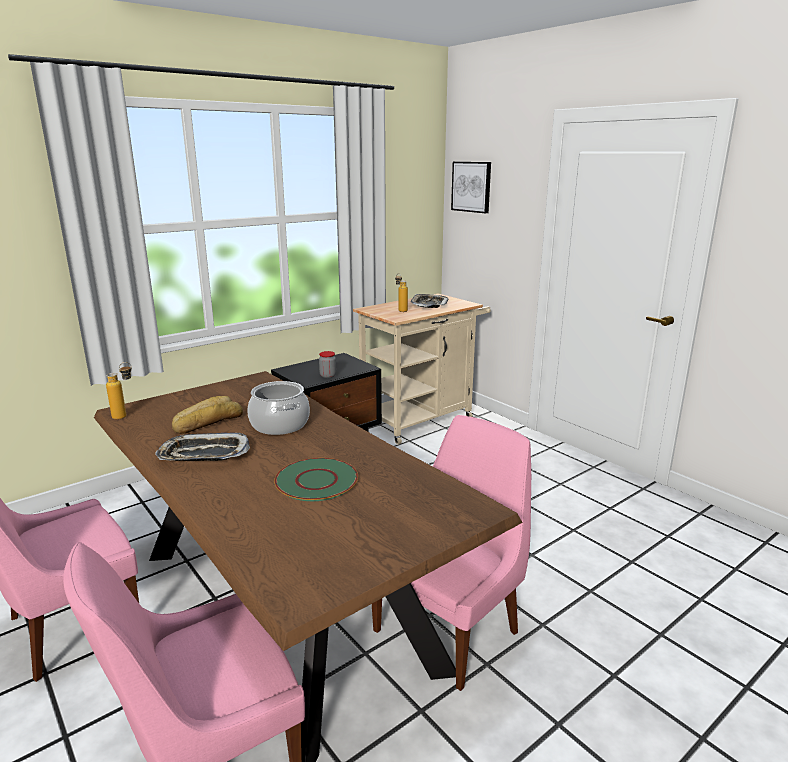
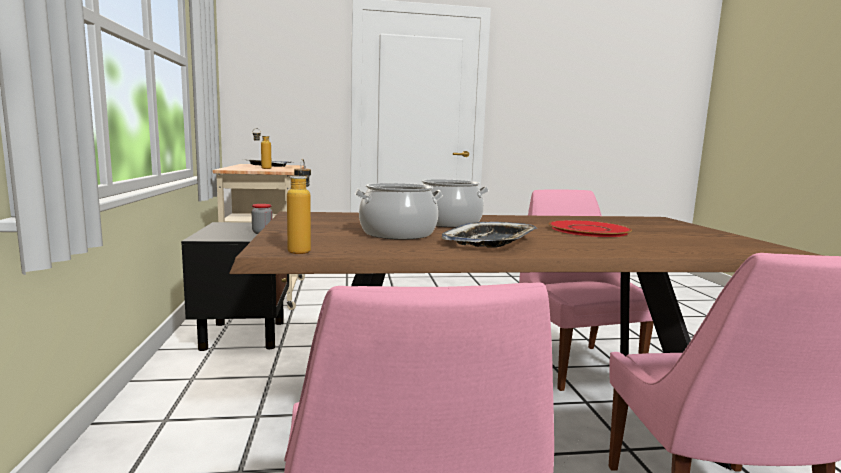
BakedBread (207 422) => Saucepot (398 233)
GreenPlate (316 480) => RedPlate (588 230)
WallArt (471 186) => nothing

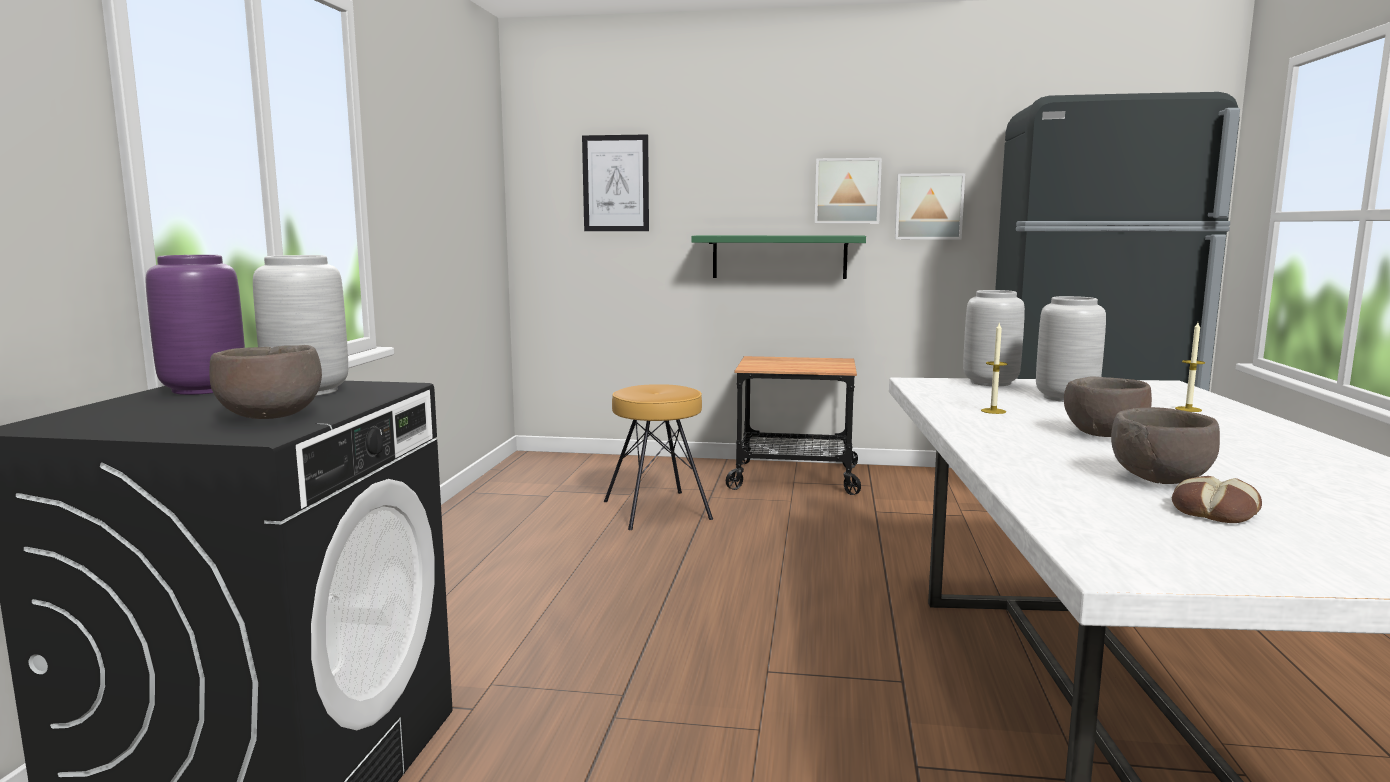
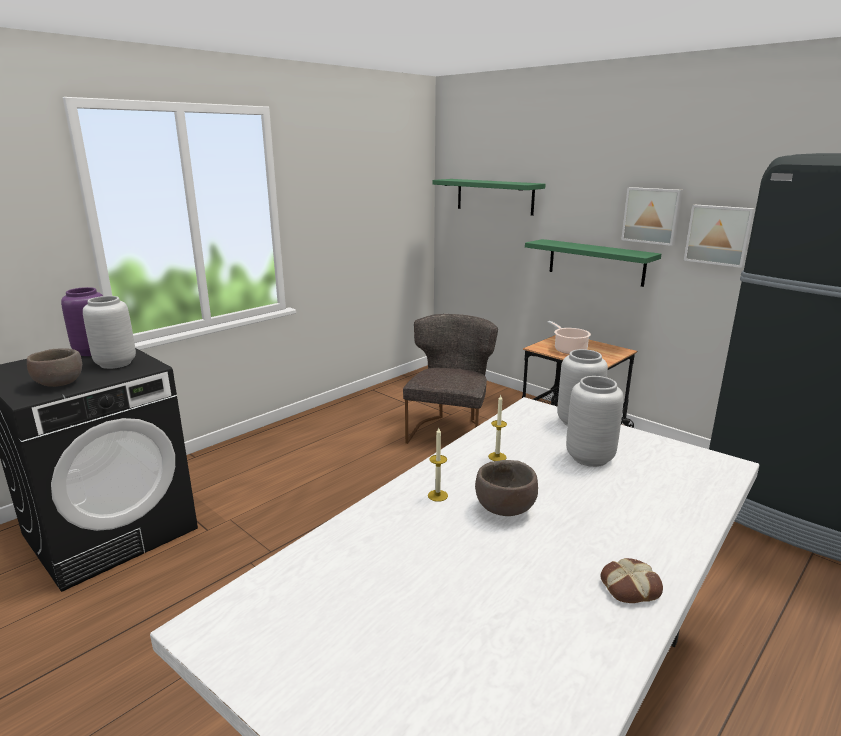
WallArt (615 183) => GreenWallShelf (494 196)
BrownishStoolSeat (657 510) => GreyishChair (450 431)
BrownishDeepDish (1158 480) => nothing
BakedBread (1213 511) => BakedBread (629 586), shifted
WaxCandle (1188 409) => WaxCandle (437 495), shifted
nothing => Saucepot (569 350)

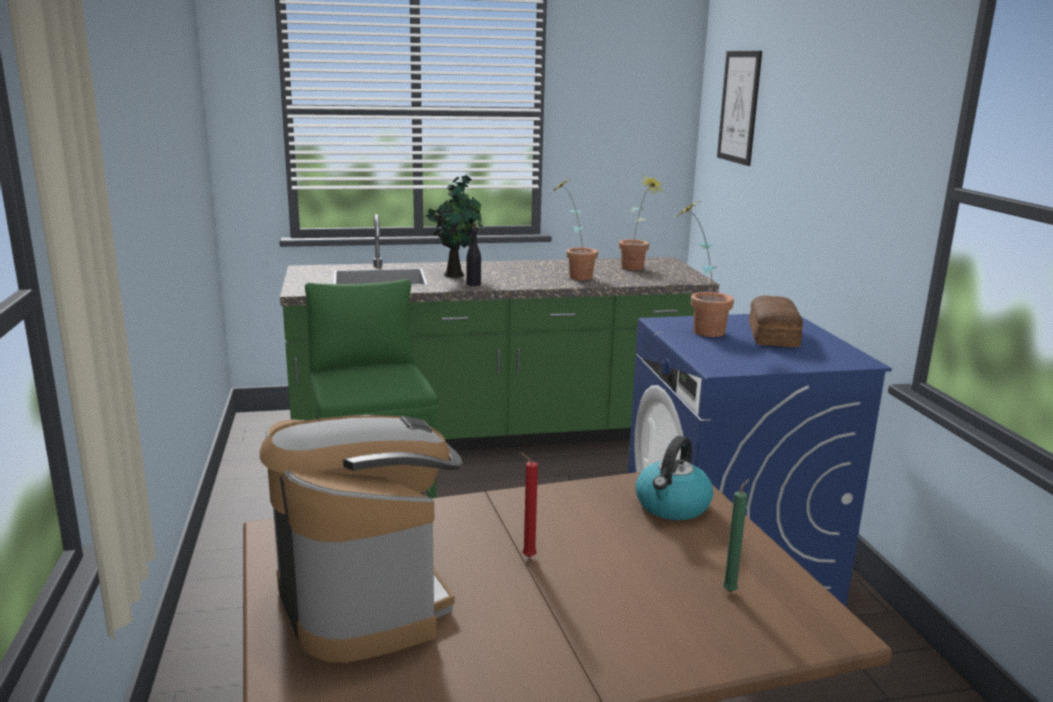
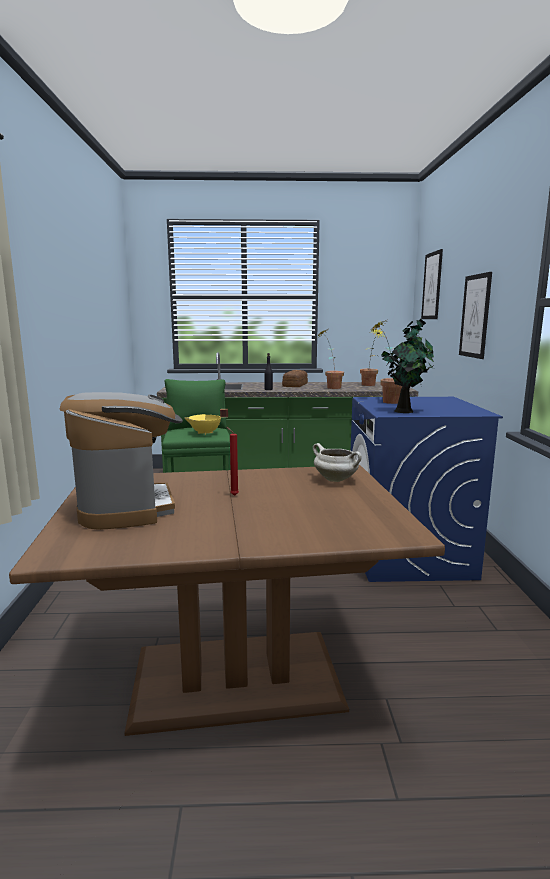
PlantInAPot (455 274) => PlantInAPot (404 411), shifted
WaterKettle (672 506) => WhiteSaucepot (336 480)
GreenWaxCandle (731 590) => nothing
BakedBread (772 335) => BakedBread (294 385), shifted
nothing => YellowSaucepot (205 433)
nothing => WallArt (475 316)

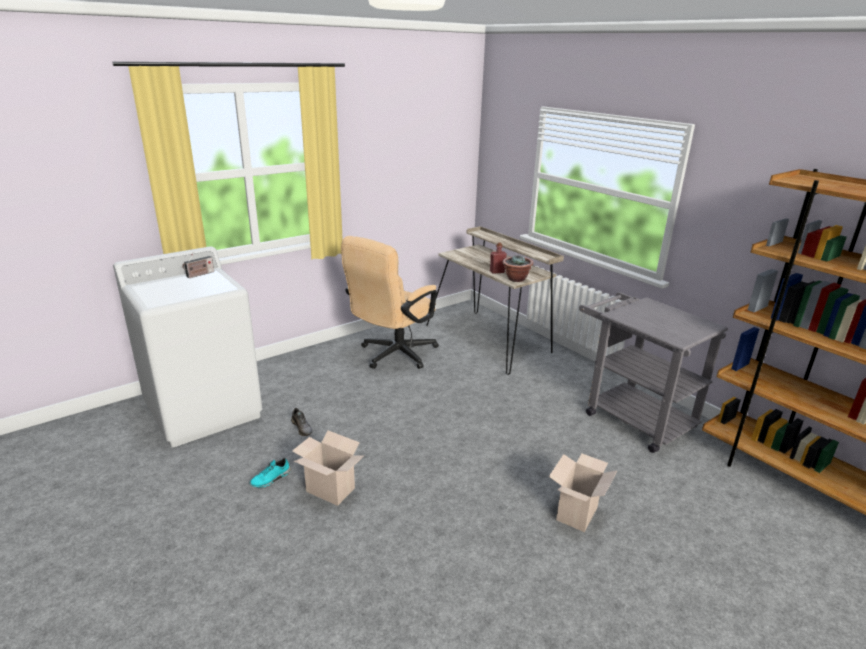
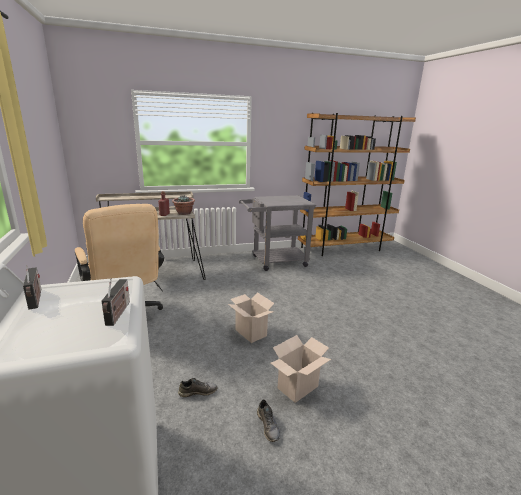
BlueGreenShoe (271 479) => GreyishShoe (268 426)
PackingBox (576 512) => PackingBox (249 332), shifted
nothing => RadioSet (118 314)

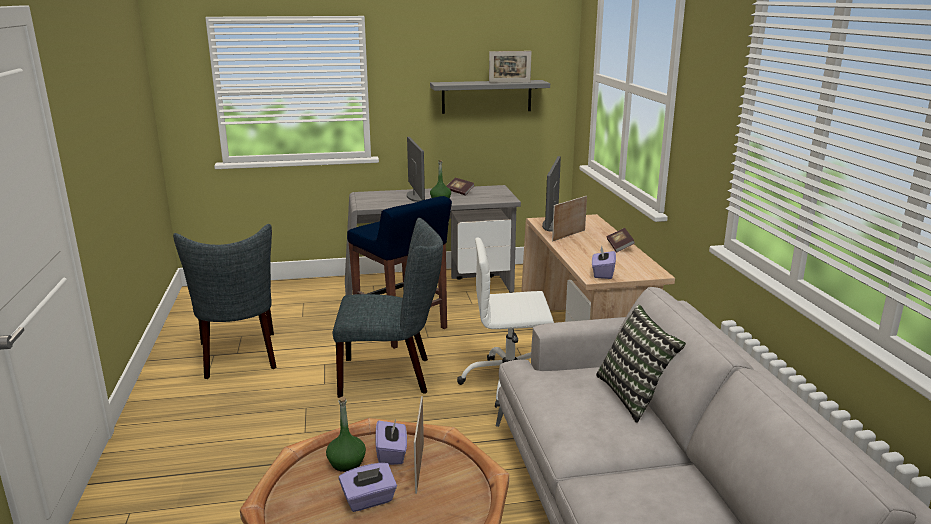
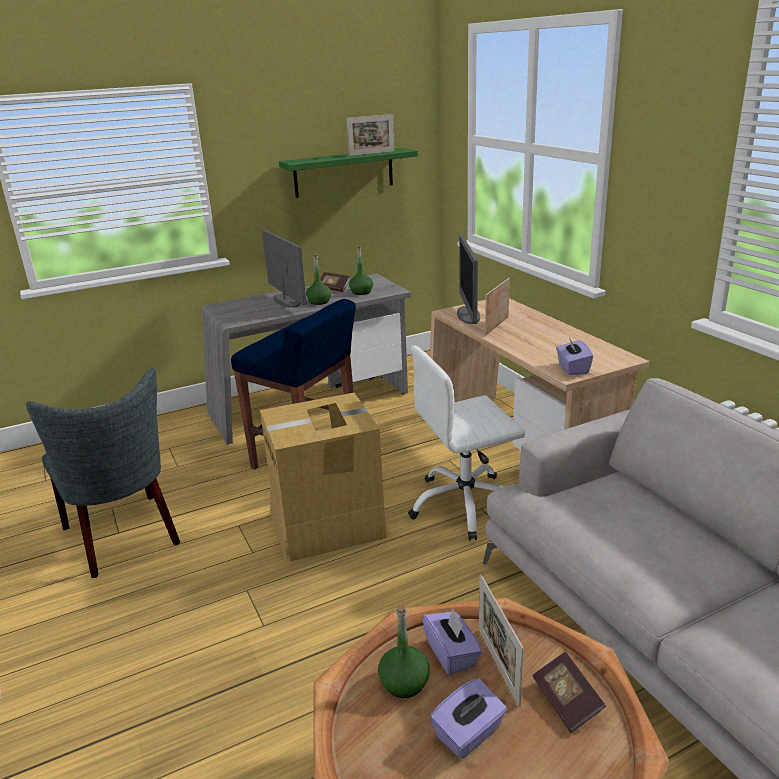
GreyishChair (392 376) => PackingBox (328 524)
GreyishWallShelf (486 96) => GreenWallShelf (344 172)
Cushion (635 395) => nothing
BoundBook (619 247) => BoundBook (566 701), shifted
nothing => GreenBottle (361 292)

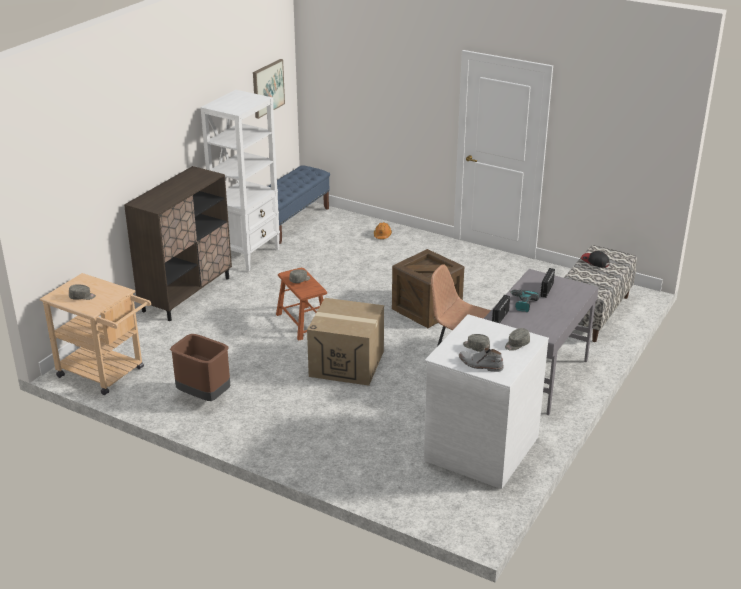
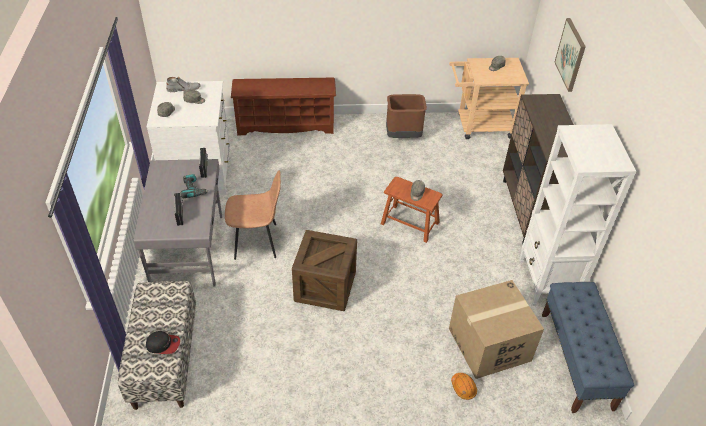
WallArt (267 88) => WallArt (571 54), shifted
PackingBox (347 363) => PackingBox (489 345), shifted
nothing => BrownishShoeRack (286 125)

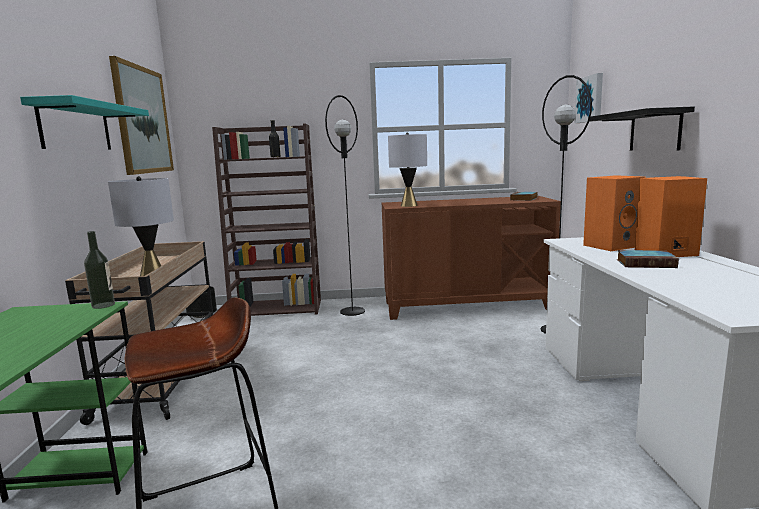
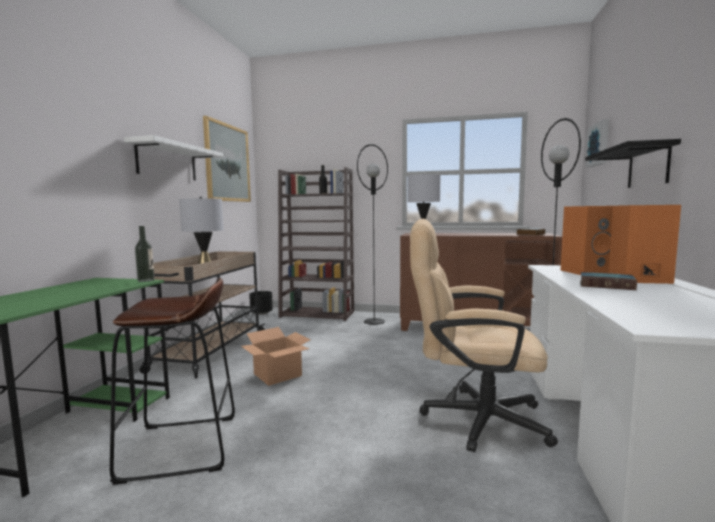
BlueGreenWallShelf (76 127) => WhiteWallShelf (167 162)
nothing => PackingBox (278 374)
nothing => BeigeColouredDeskChair (471 418)

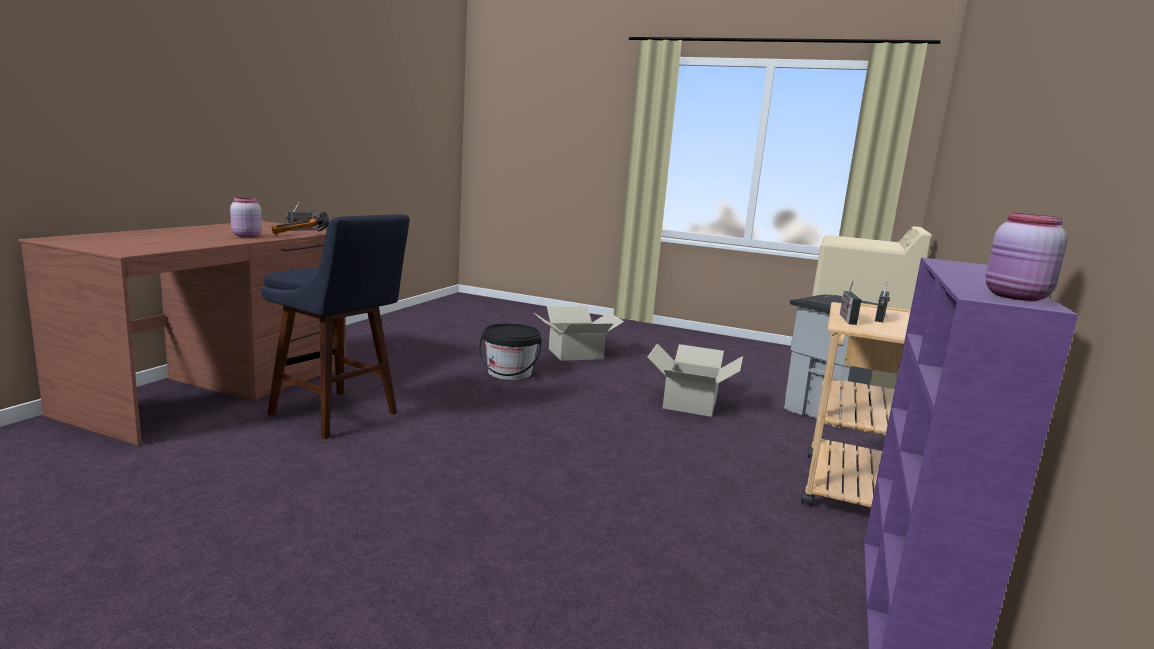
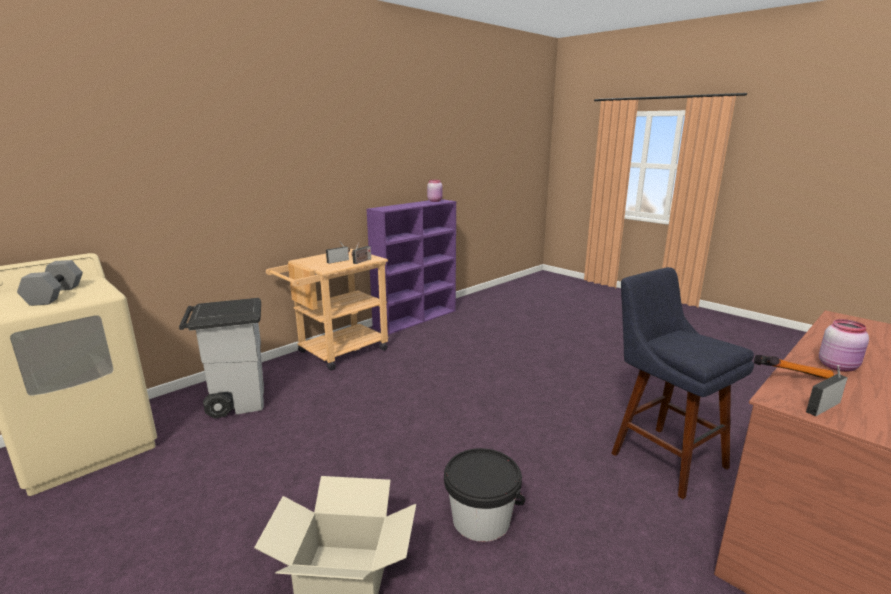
PackingBox (691 403) => nothing
nothing => GreyishDumbbell (54 294)

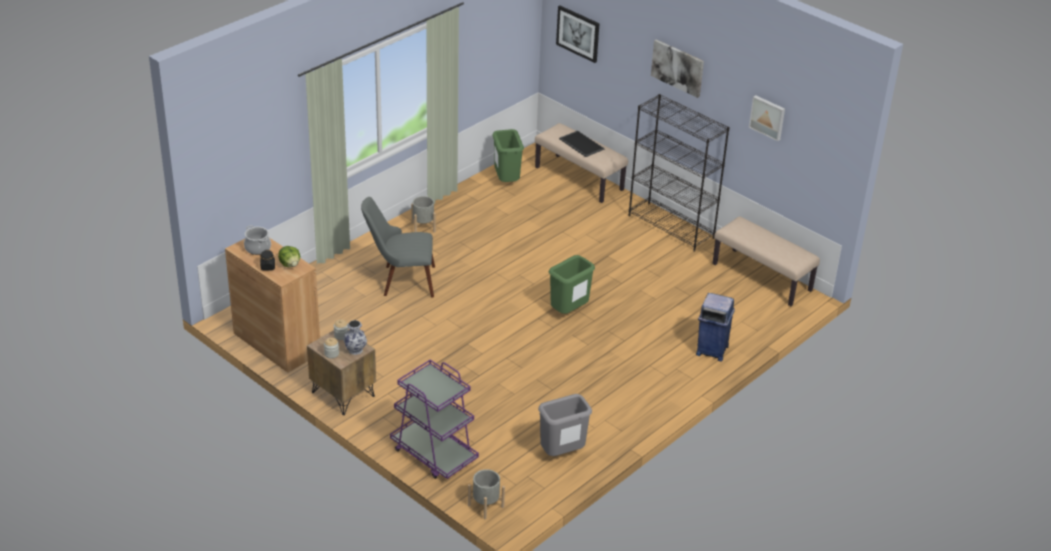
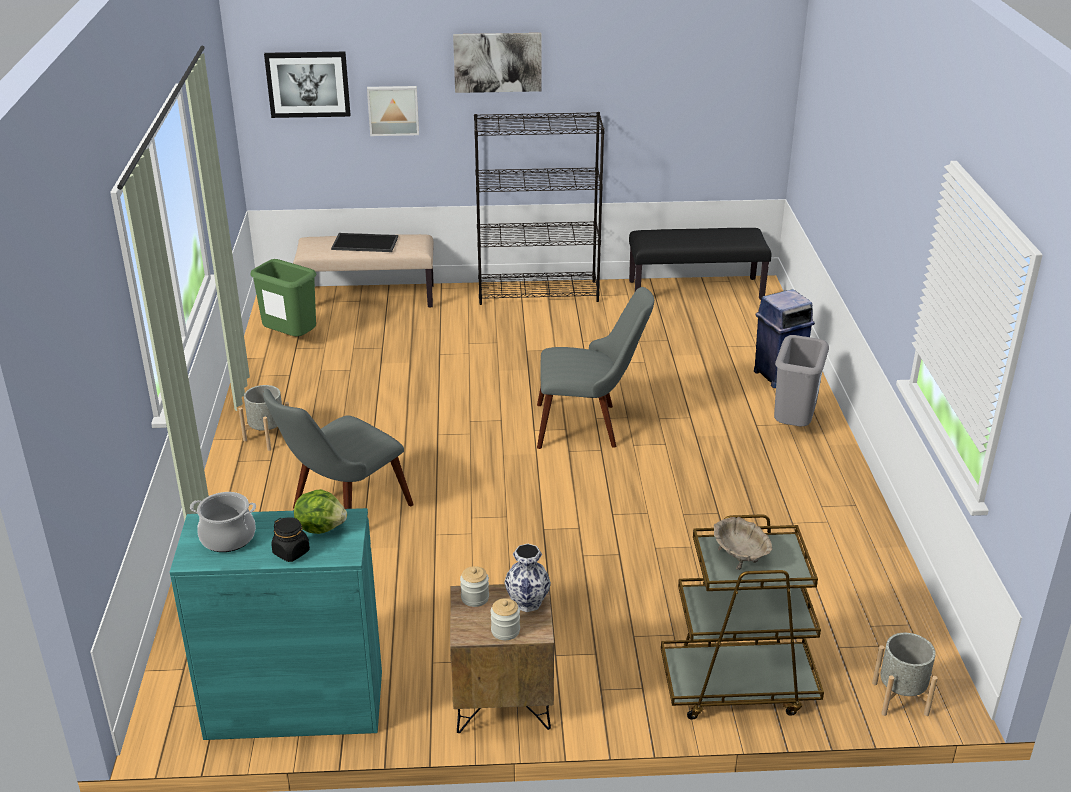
BrownishCupboard (277 343) => BlueGreenCupboard (295 704)
PurplishTrolley (433 454) => BrownishTrolley (737 686)
GreyishRubbishBin (562 454) => GreyishRubbishBin (793 426), shifted
GreenRubbishBin (569 312) => GreyishChair (589 425)
BeigeColouredLongSeat (762 277) => BlackishLongSeat (696 290)
WallArt (768 117) => WallArt (393 110), shifted
nothing => BeigeColouredDeepDish (741 556)

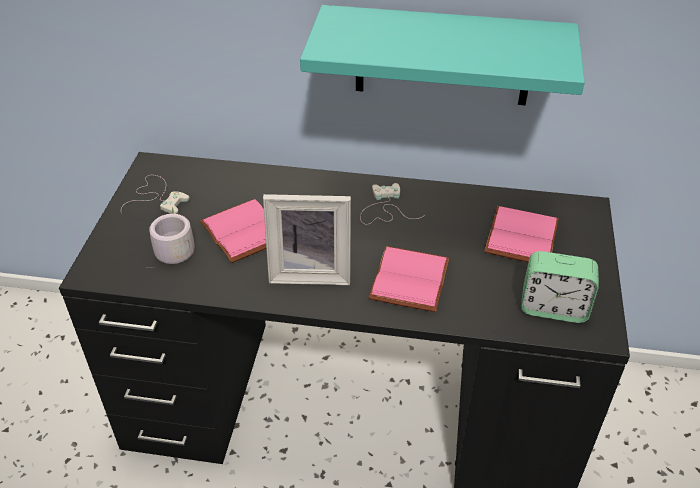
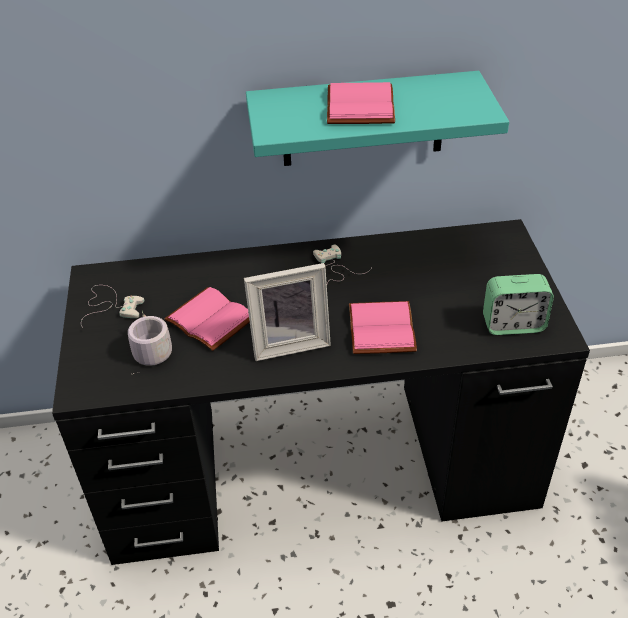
PinkishBoundBook (519 236) => PinkishBoundBook (358 105), shifted

